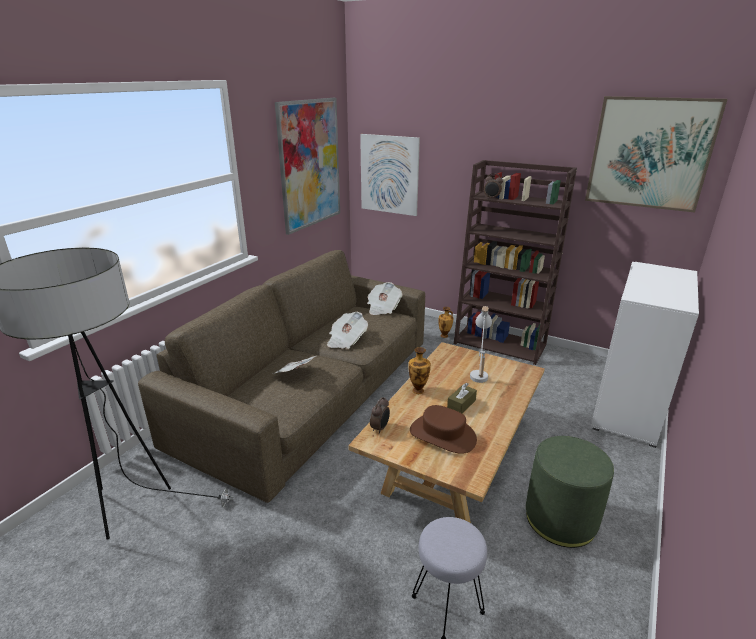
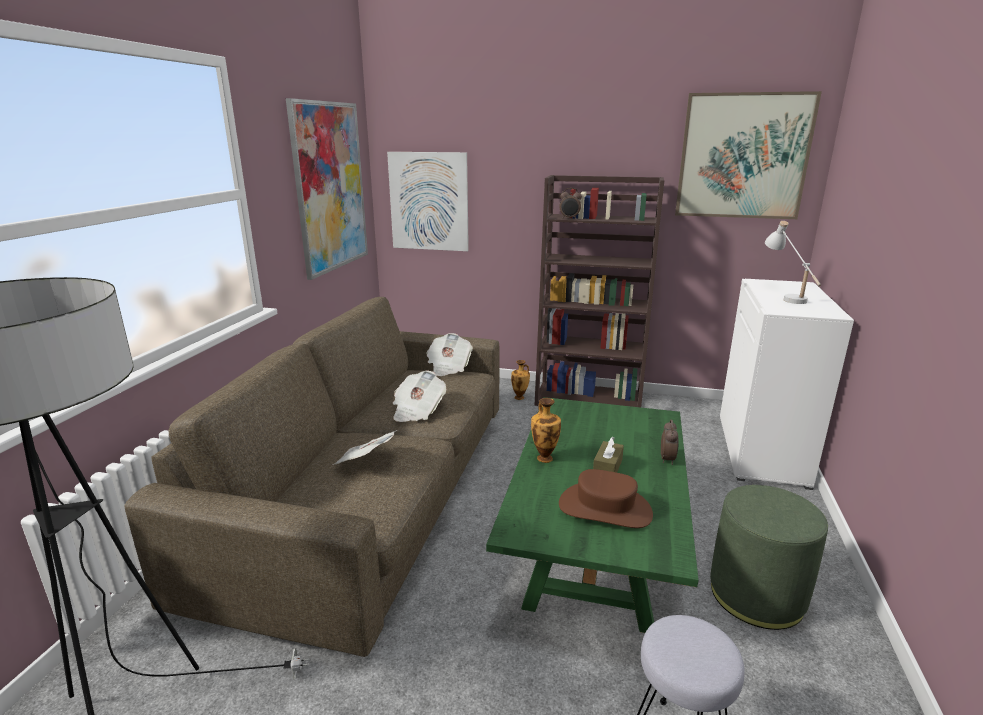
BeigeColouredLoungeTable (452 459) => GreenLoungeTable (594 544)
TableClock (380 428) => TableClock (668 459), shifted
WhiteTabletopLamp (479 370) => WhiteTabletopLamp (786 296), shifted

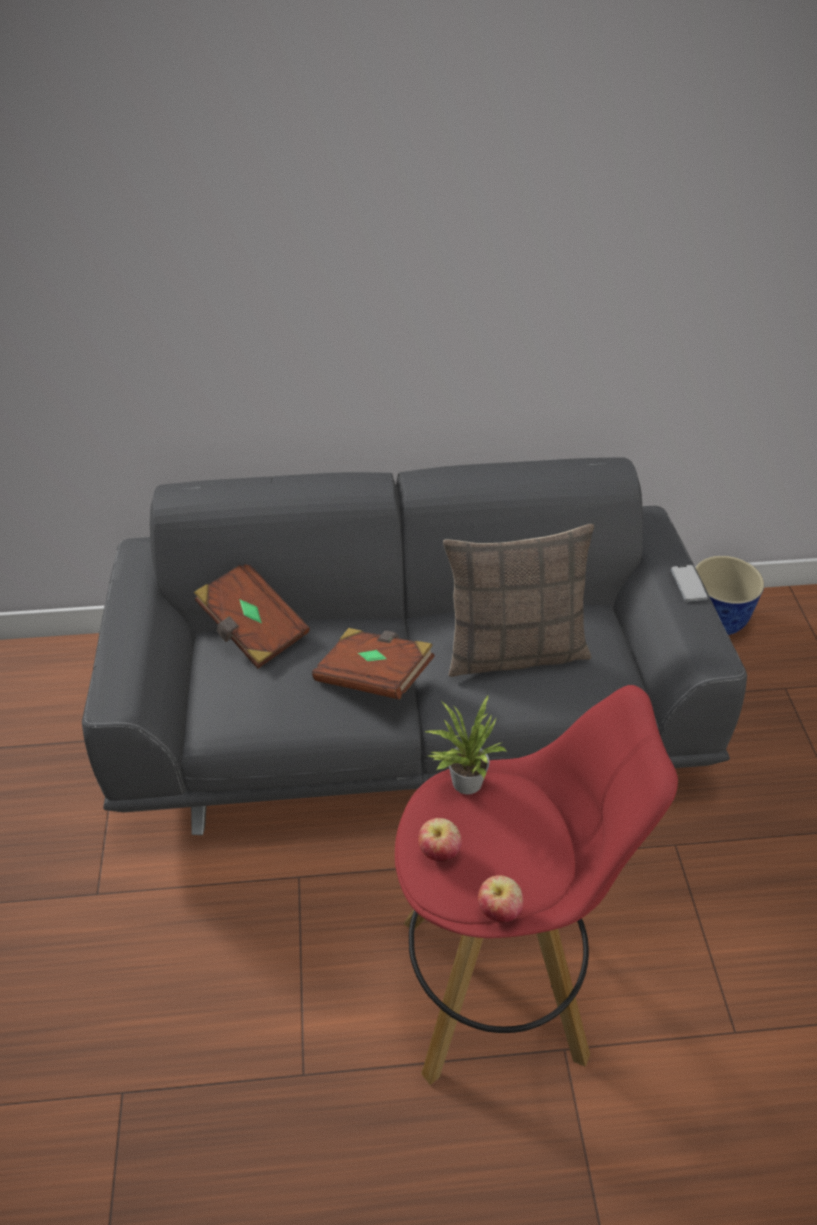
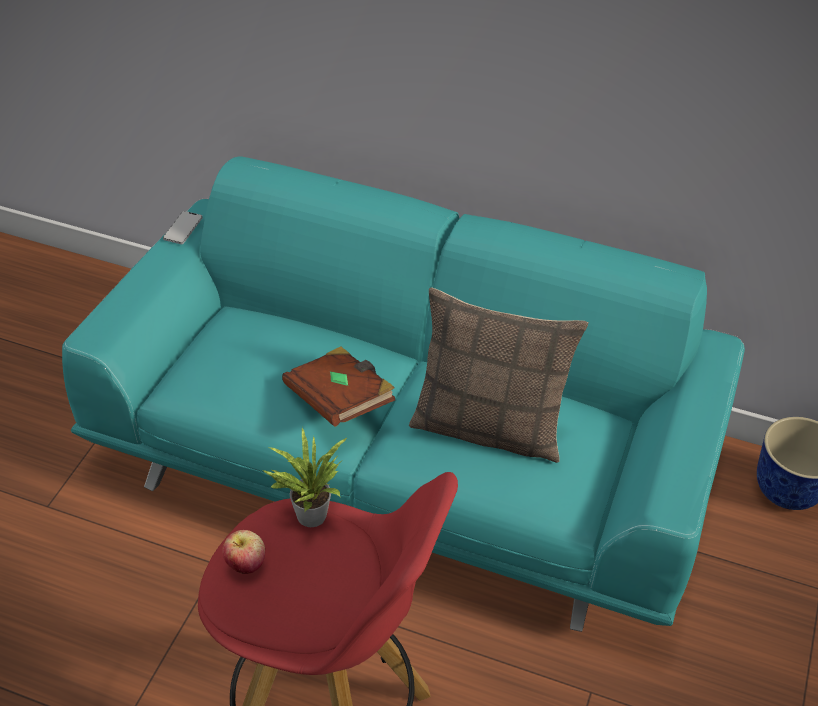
GreyishCouch (410 715) => BlueGreenCouch (408 461)
BrownishBoundBook (252 630) => nothing
Apple (499 910) => nothing
Telephone (688 584) => Telephone (183 228), shifted

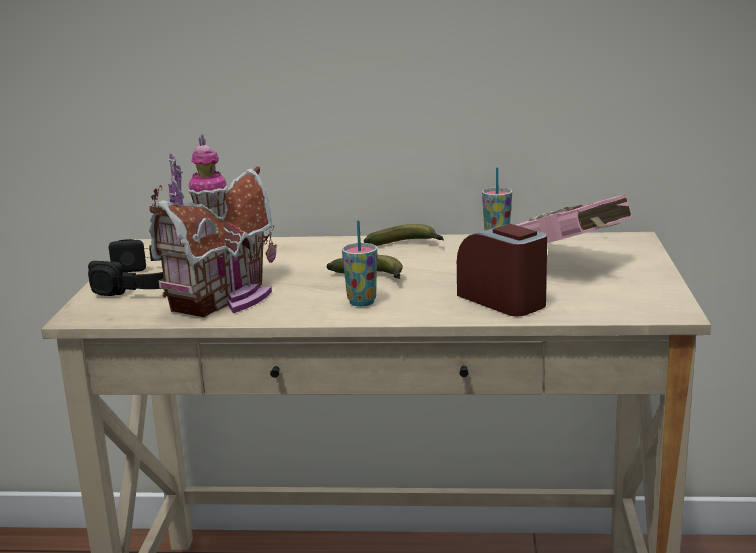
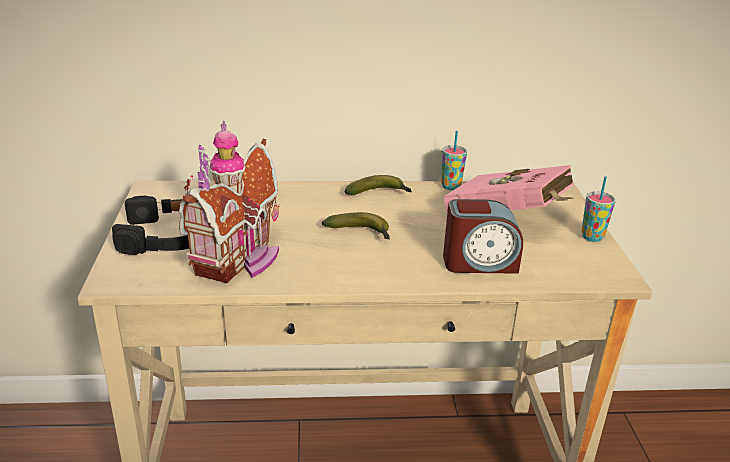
DrinkingCup (362 302) => DrinkingCup (592 237), shifted
TableClock (503 300) => TableClock (479 263), 135 degrees clockwise

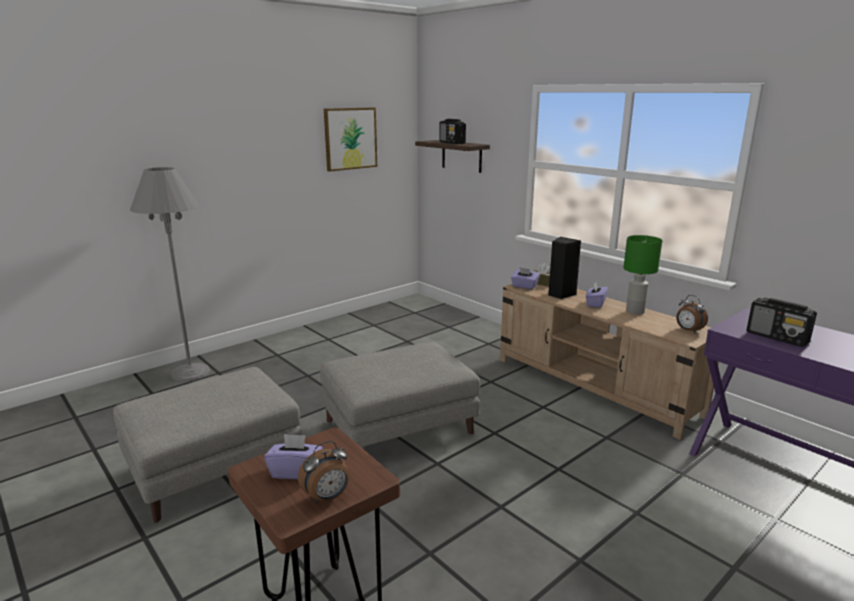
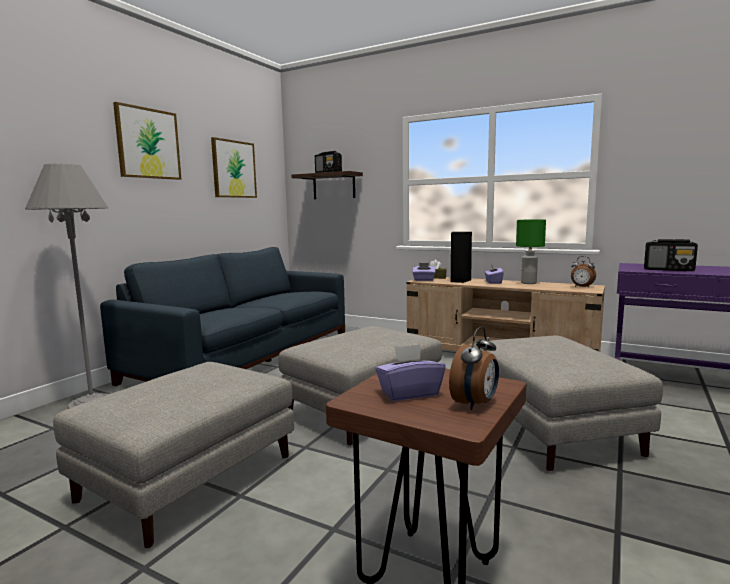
nothing => BlueColouredCouch (247 356)
nothing => WallArt (148 143)
nothing => GreyishPouffe (553 430)

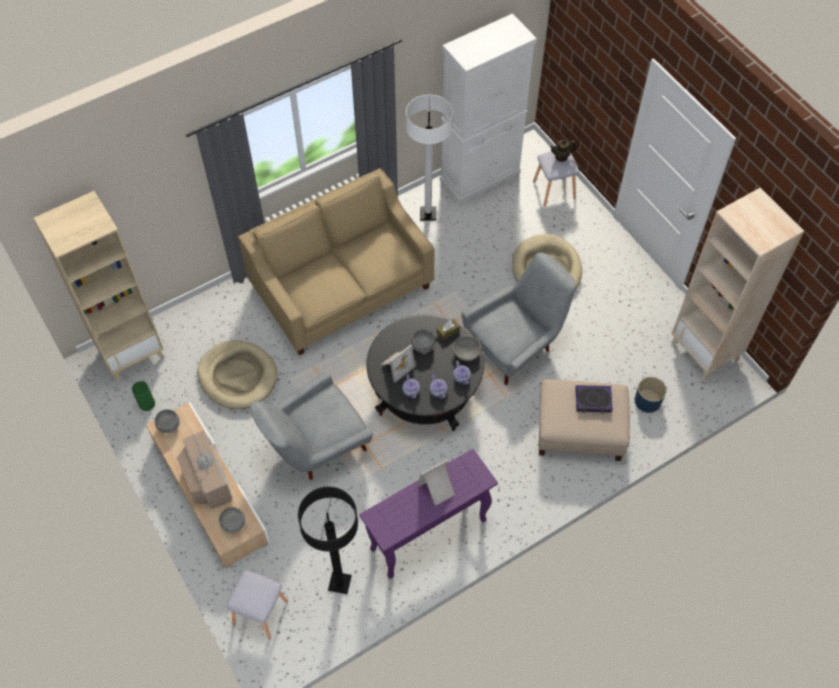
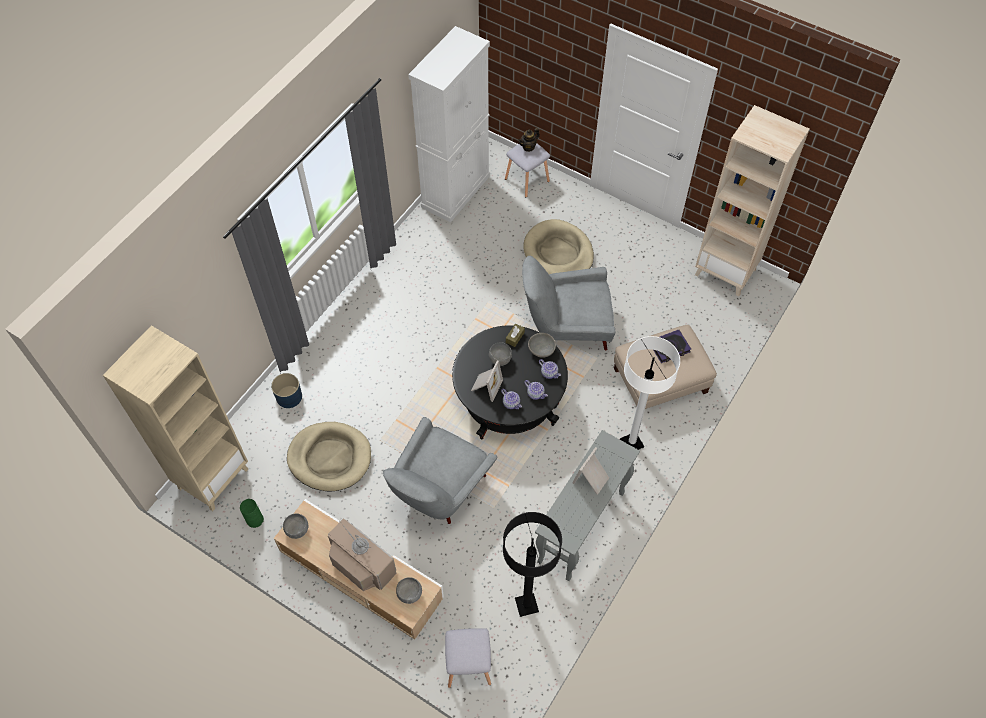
BeigeColouredCouch (341 288) => nothing
PurplishHallTable (427 535) => GreyishHallTable (581 528)
WhiteStandingLamp (428 214) => WhiteStandingLamp (631 443), shifted
GreyishLoungeChair (516 345) => GreyishLoungeChair (567 328), 120 degrees counterclockwise
BlueColouredPlantPot (647 401) => BlueColouredPlantPot (289 396), shifted

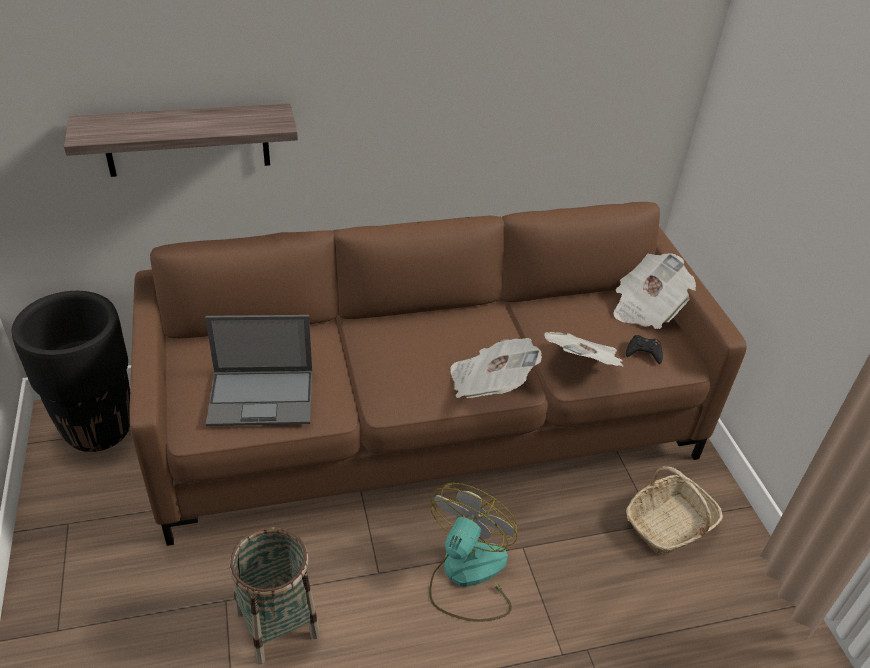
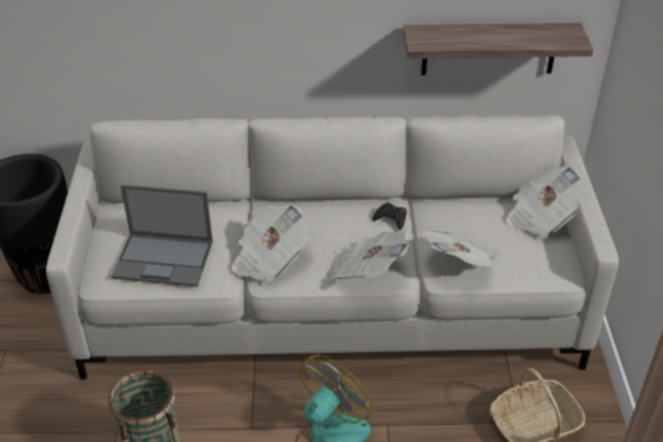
WallShelf (187 140) => WallShelf (489 49), shifted
BrownishCouch (428 426) => GreyishCouch (331 307)
BlackishGameController (644 352) => BlackishGameController (391 218), shifted
nothing => Newspaper (269 259)

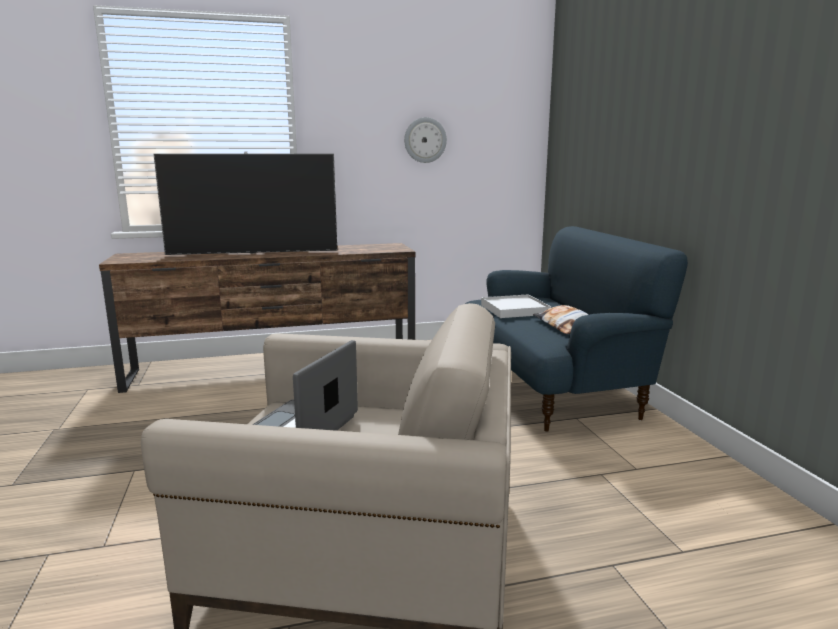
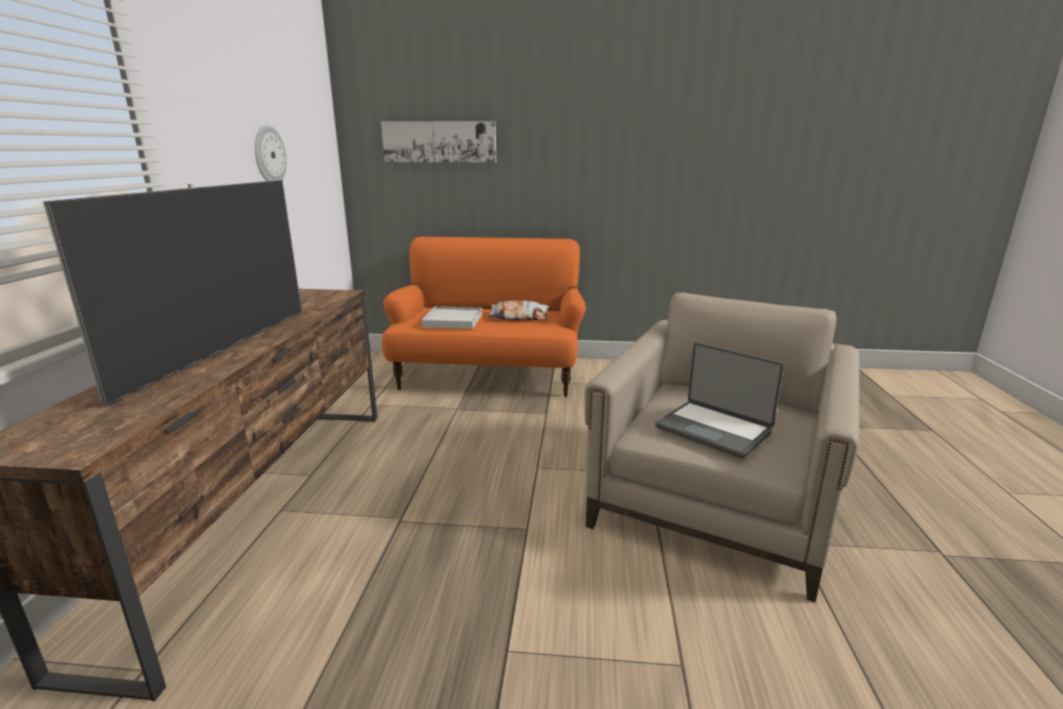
BlueColouredCouch (551 386) => OrangeCouch (488 375)
nothing => WallArt (439 142)

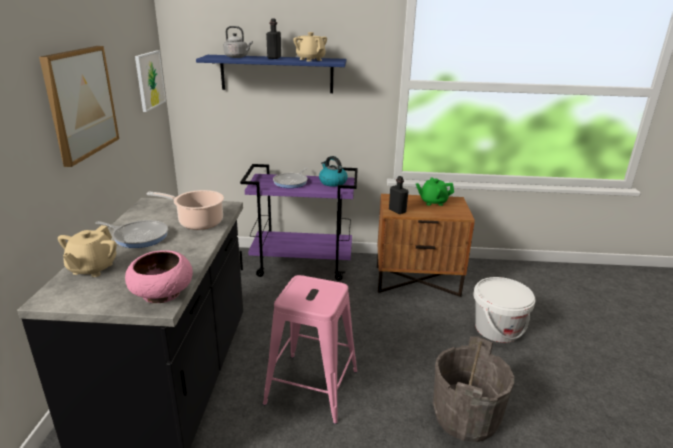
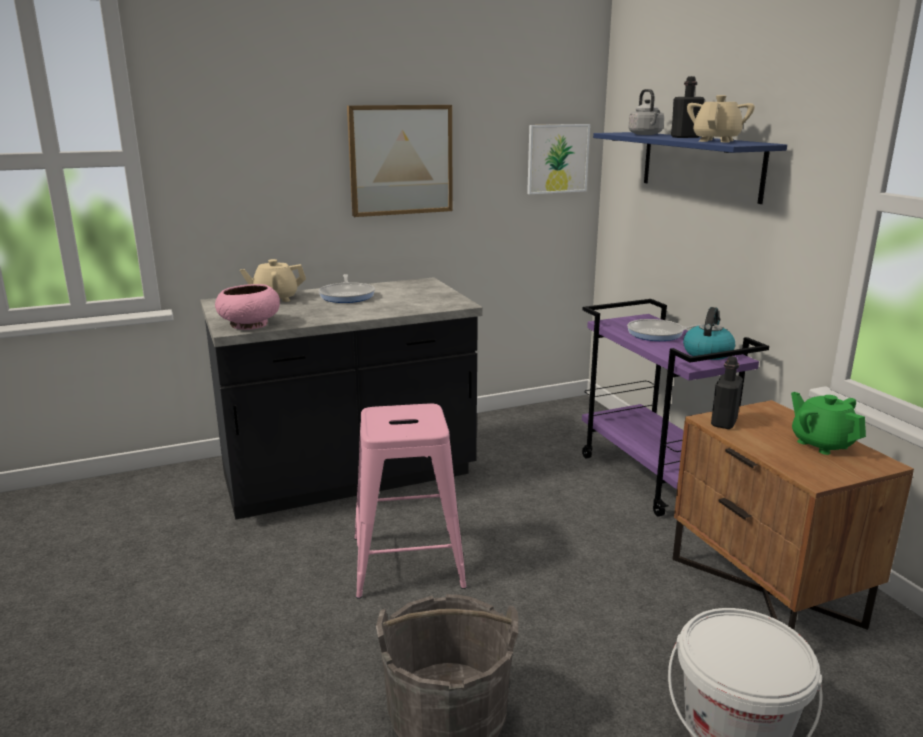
Saucepot (198 222) => nothing

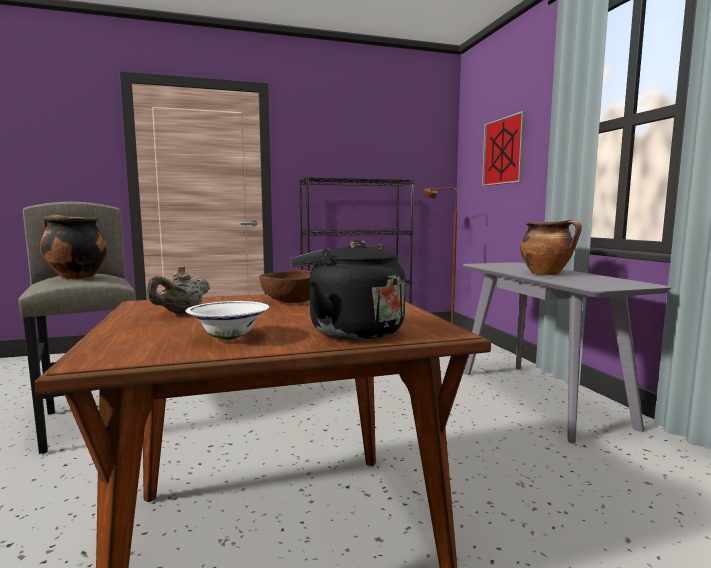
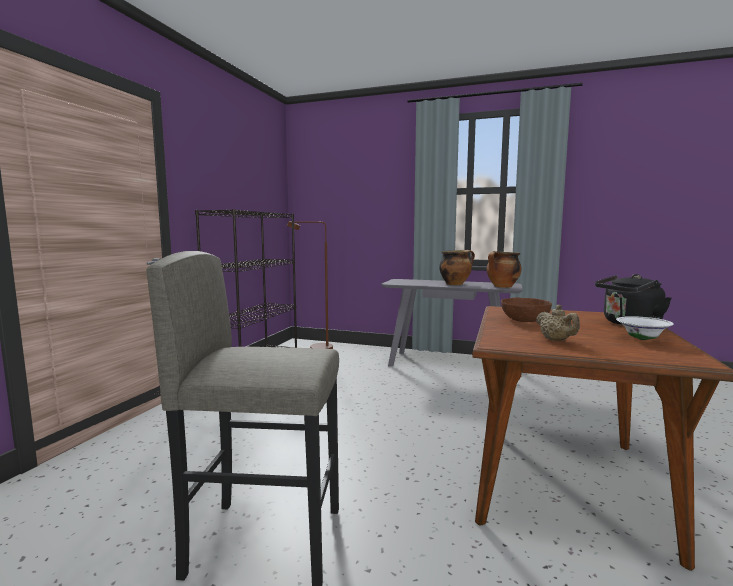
Saucepot (75 277) => Saucepot (502 287), shifted
WallArt (503 151) => nothing

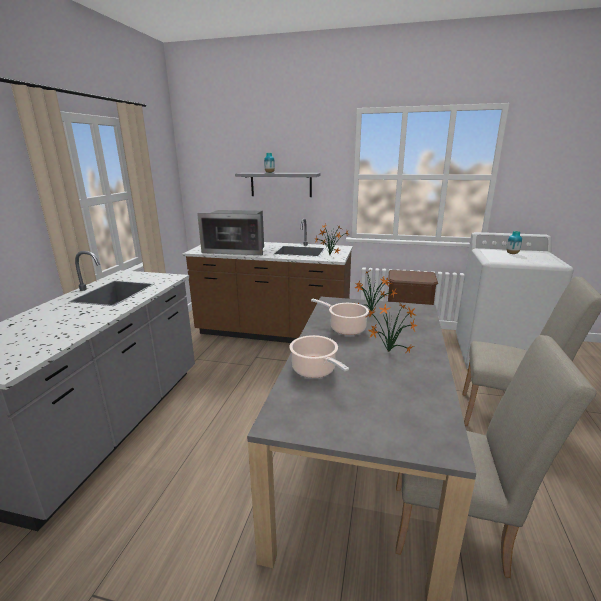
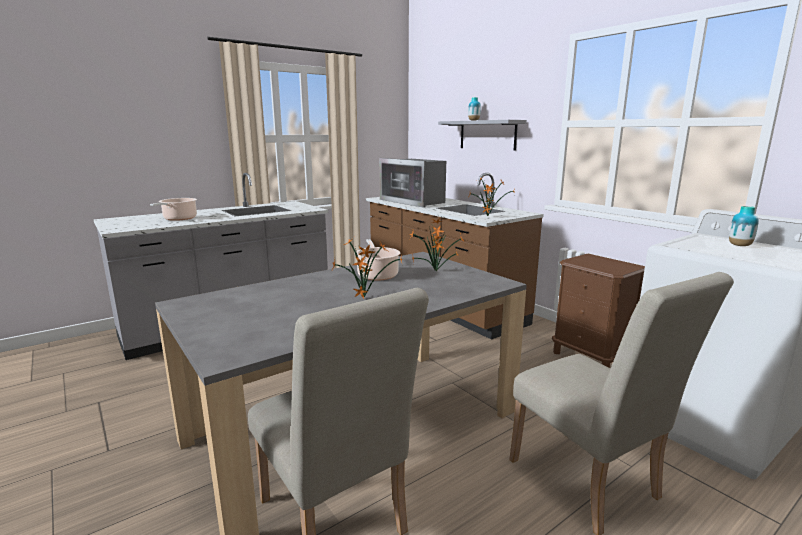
Saucepot (315 370) => Saucepot (178 219), shifted

